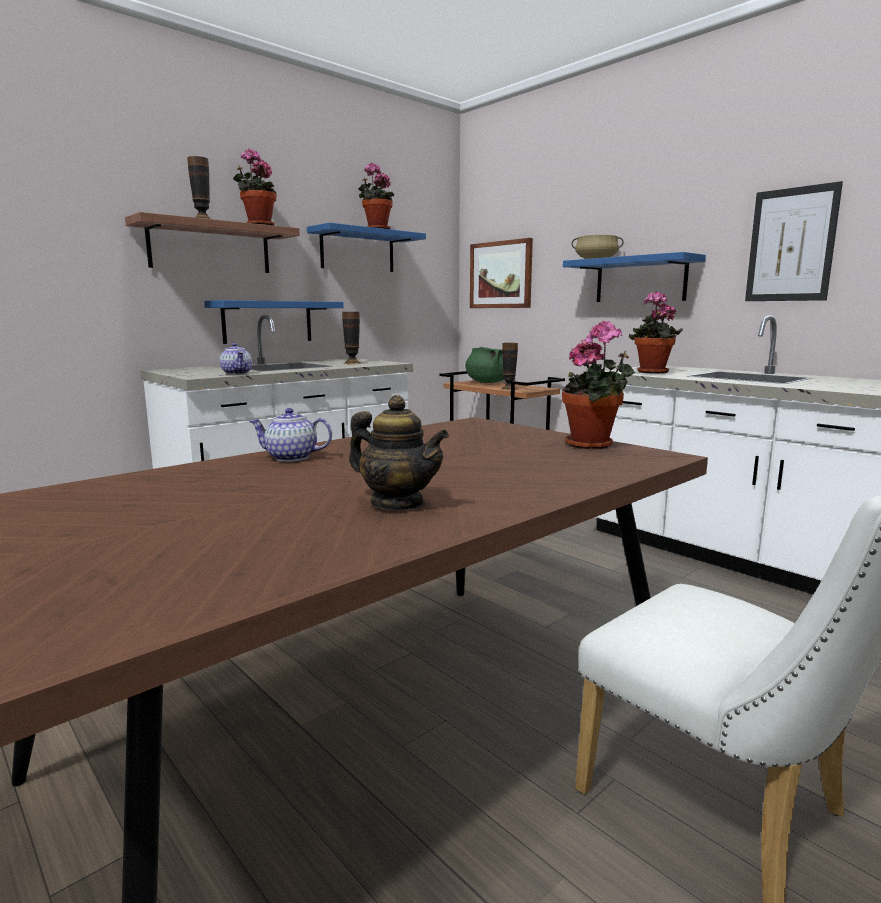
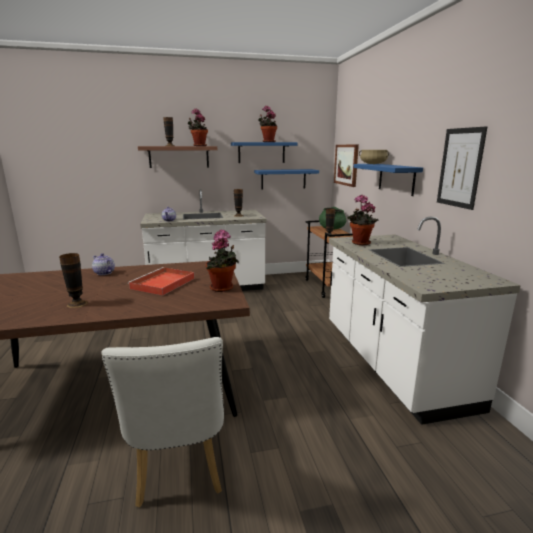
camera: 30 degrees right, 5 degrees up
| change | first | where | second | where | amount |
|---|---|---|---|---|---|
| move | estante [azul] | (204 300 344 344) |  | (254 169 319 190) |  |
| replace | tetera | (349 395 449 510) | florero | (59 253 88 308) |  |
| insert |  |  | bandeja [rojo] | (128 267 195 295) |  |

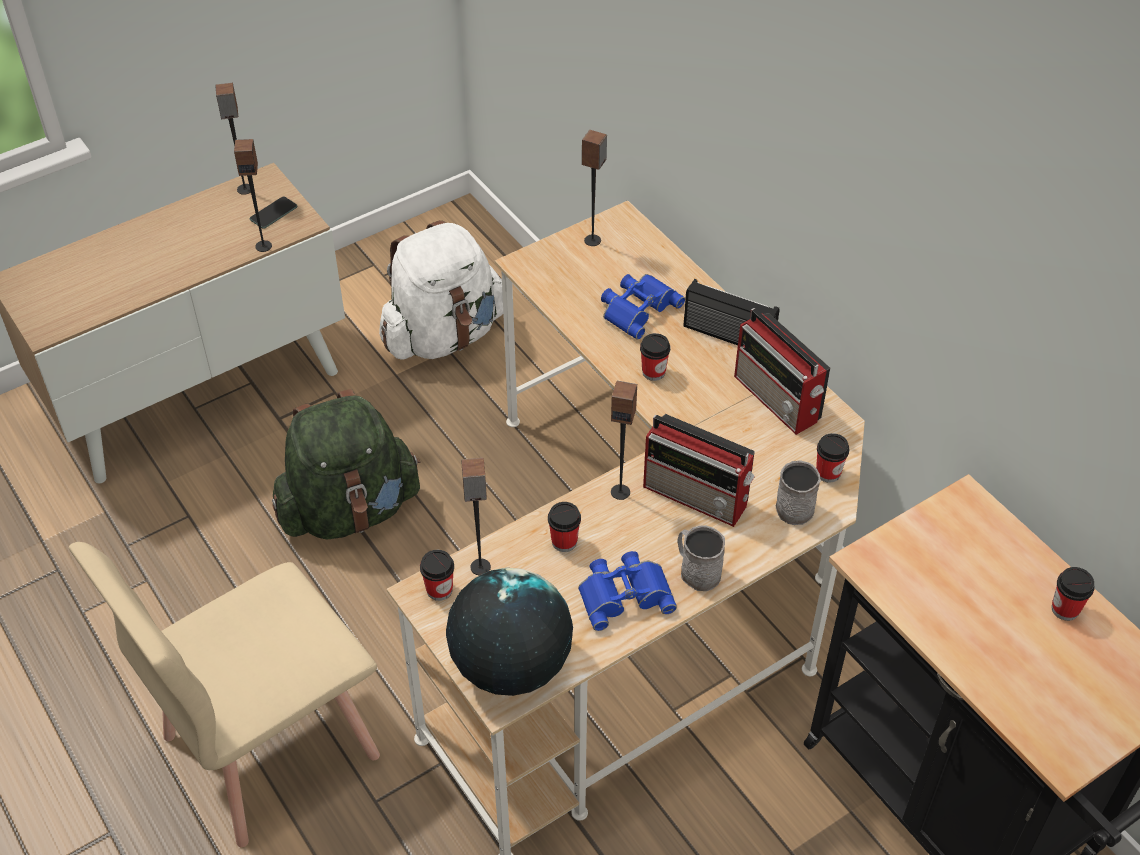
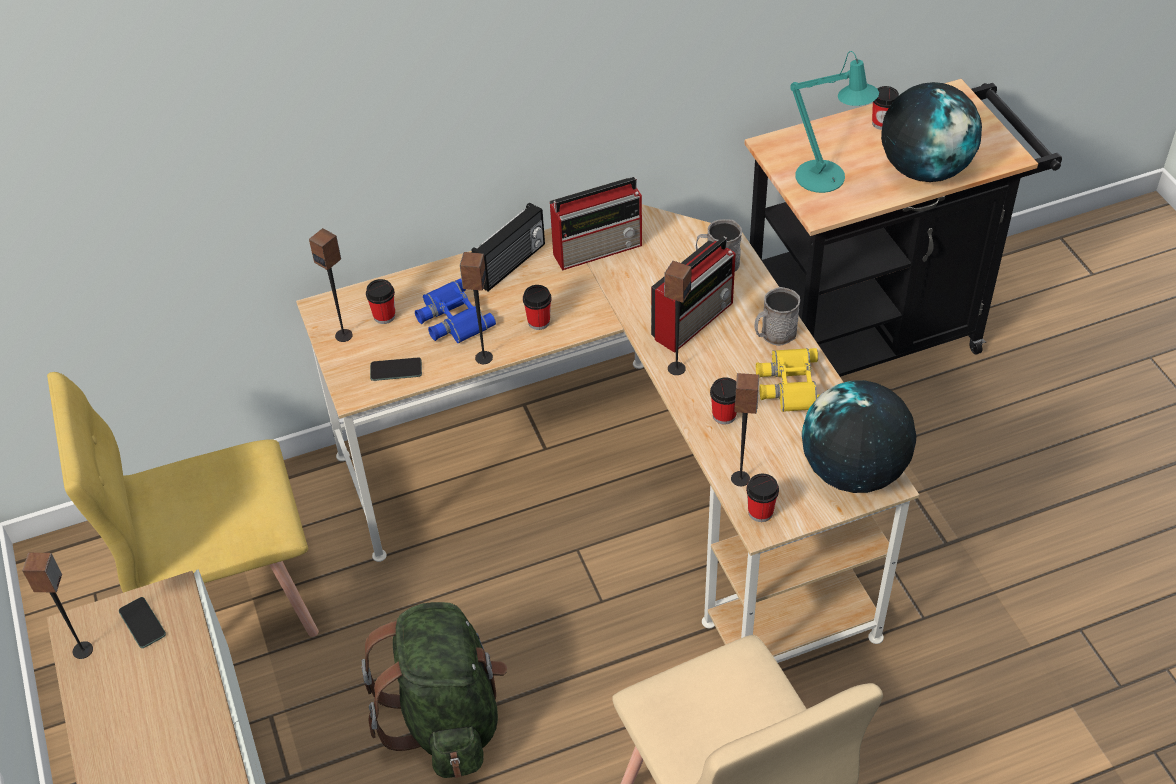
camera: 75 degrees left, 0 degrees up
| change | first | where | second | where | amount |
|---|---|---|---|---|---|
| move | altavoz | (234 139 272 252) |  | (460 252 493 364) |  |
| replace | mochila [blanco] | (379 220 503 360) | silla [amarillo] | (47 372 319 637) |  |
| recolor | prismáticos [azul] | (578 551 677 631) | prismáticos [amarillo] | (756 348 821 412) |  |
| move | taza | (816 433 849 483) |  | (366 279 395 324) |  |
| insert |  |  | móvil | (370 358 422 381) |  |
| insert |  |  | lámpara de mesa [turquesa] | (790 51 879 193) |  |
| insert |  |  | globo terráqueo | (881 82 982 182) |  |

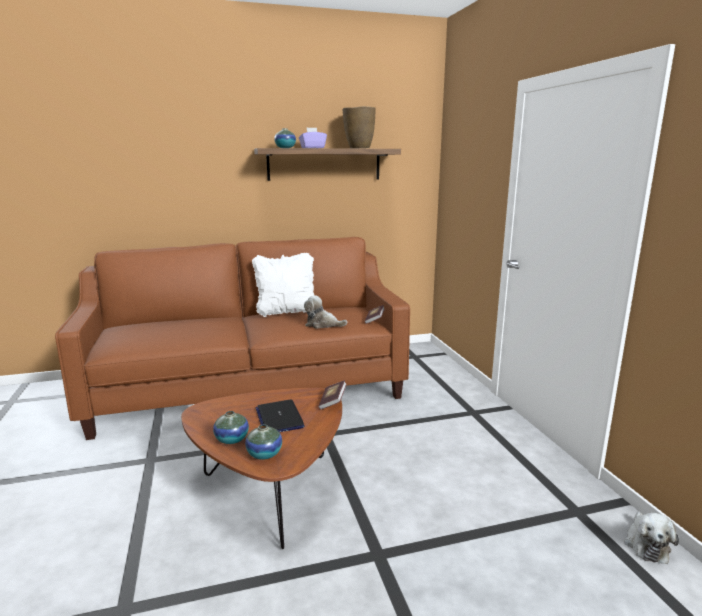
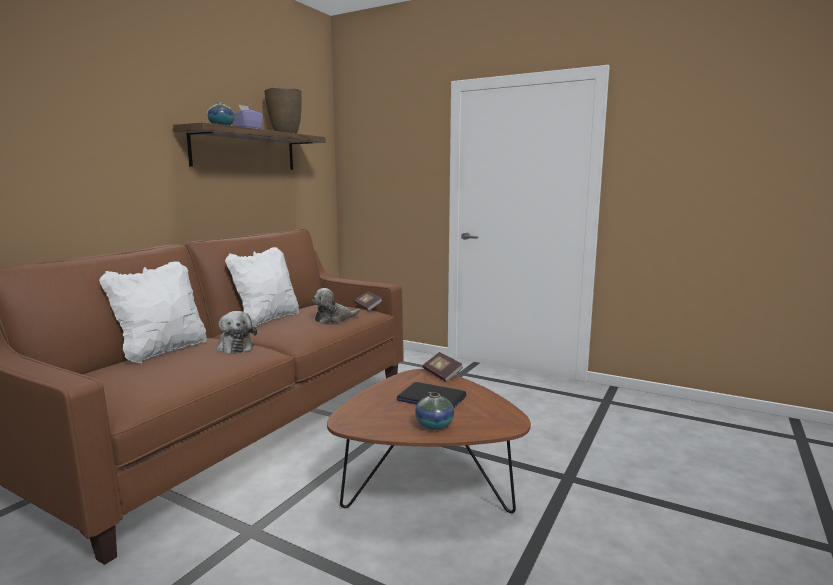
camera: 45 degrees left, 5 degrees down
| change | first | where | second | where | amount |
|---|---|---|---|---|---|
| delete | florero | (245 424 282 460) |  |  |  |
| move | peluche | (624 512 679 564) |  | (216 311 257 354) |  |
| insert |  |  | cojín [blanco] | (99 261 207 363) |  |

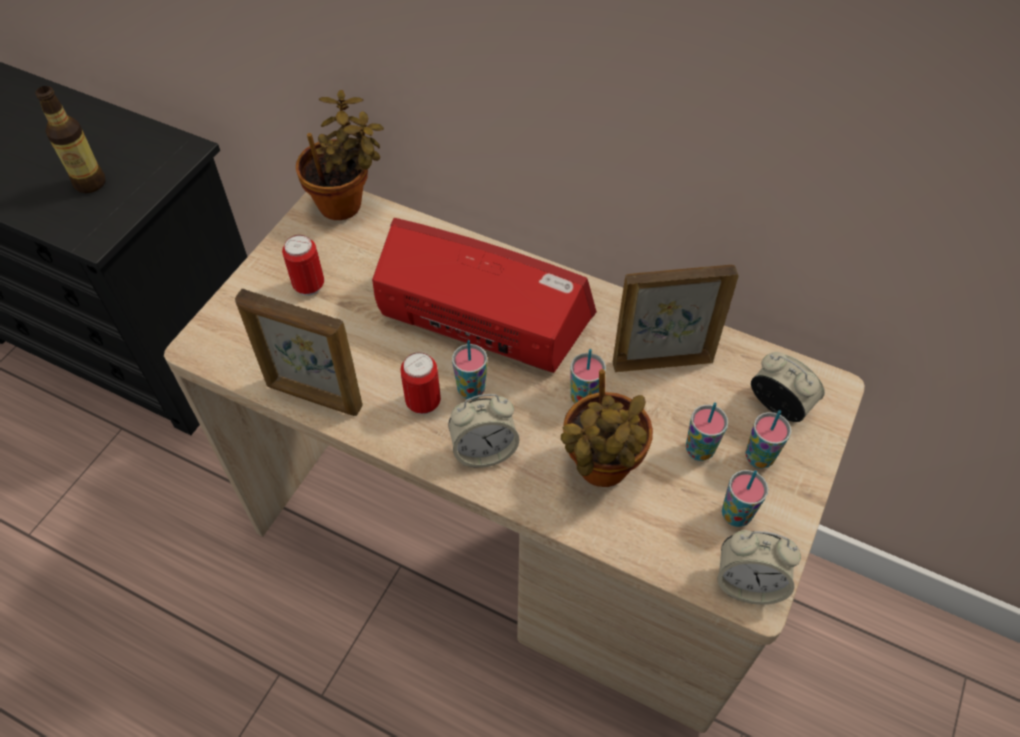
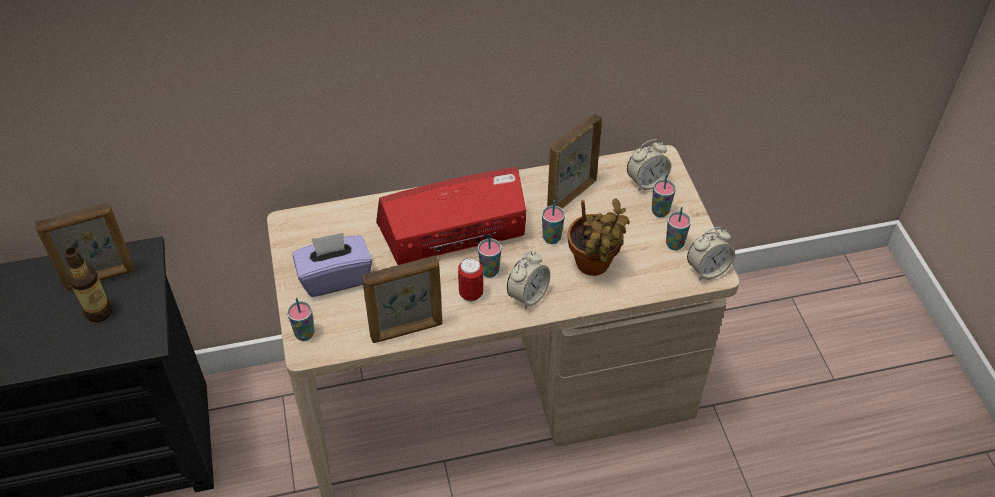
camera: 40 degrees left, 5 degrees down
| change | first | where | second | where | amount |
|---|---|---|---|---|---|
| replace | lata | (282 235 324 296) | caja de pañuelos [morado] | (292 232 372 297) |  |
| delete | planta en maceta | (296 90 384 220) |  |  |  |
| move | taza | (686 402 728 461) |  | (287 298 314 341) |  |
| rotate | despertador | (751 352 825 422) |  | (627 139 671 191) | 150 degrees clockwise |
| insert |  |  | portarretratos | (34 203 135 290) |  |

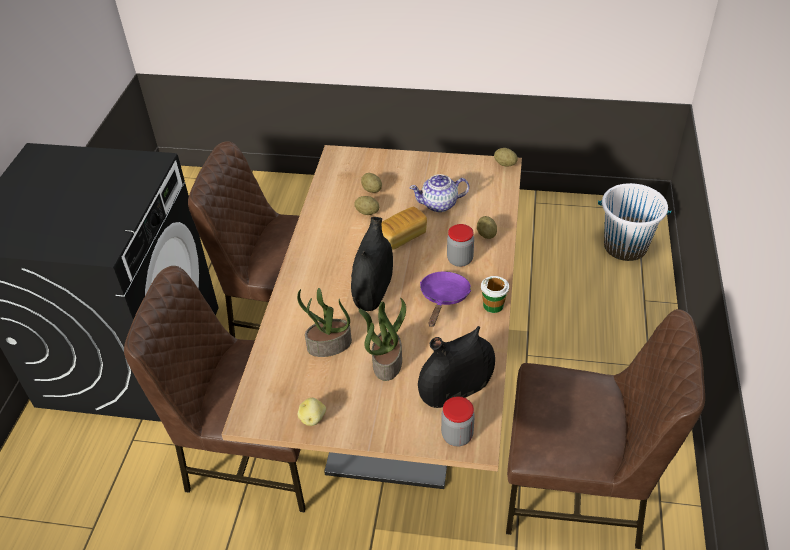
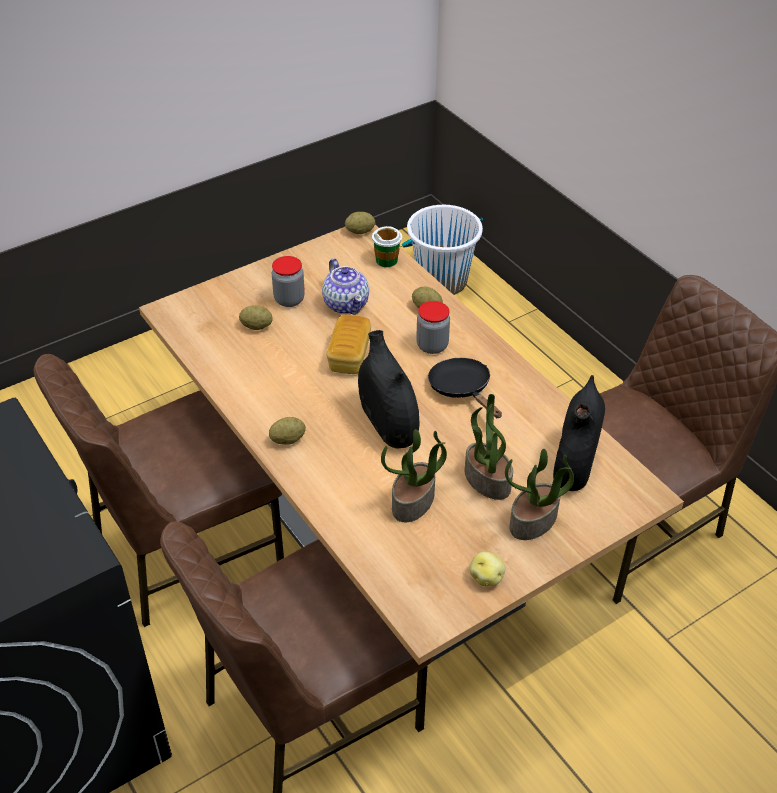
camera: 45 degrees left, 0 degrees up
| change | first | where | second | where | amount |
|---|---|---|---|---|---|
| move | patata | (354 196 379 215) |  | (269 417 306 445) |  |
| rotate | tetera | (409 174 469 212) |  | (322 258 369 315) | 60 degrees counterclockwise |
| recolor | sartén [morado] | (420 271 471 327) | sartén [negro] | (428 358 502 418) |  |
| move | tarro | (441 396 475 446) |  | (272 256 305 307) |  |
| move | taza | (481 276 509 313) |  | (372 226 402 267) |  |
| insert |  |  | planta en maceta | (505 449 574 540) |  |

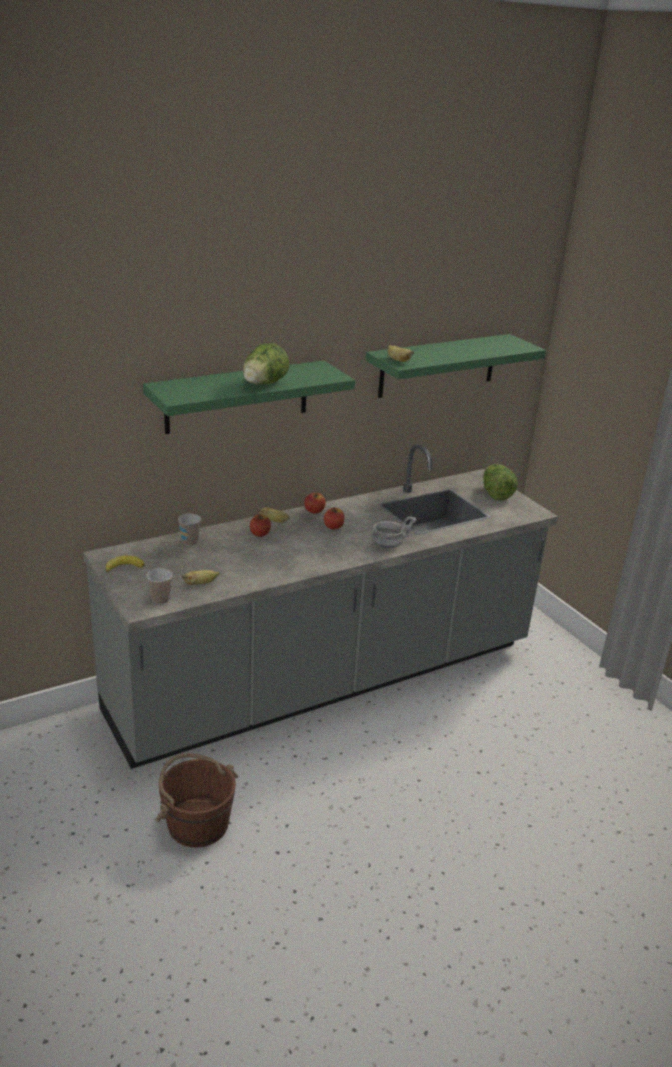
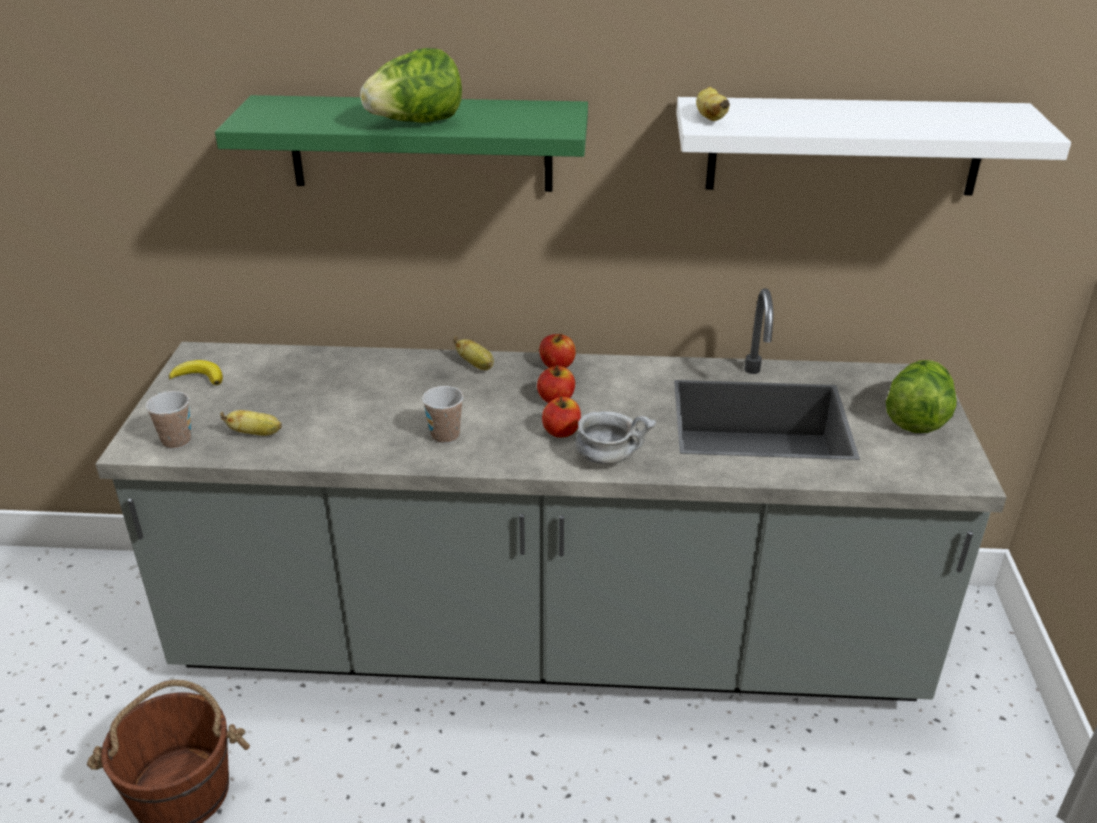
camera: 35 degrees right, 5 degrees up
| change | first | where | second | where | amount |
|---|---|---|---|---|---|
| move | taza | (178 513 201 546) |  | (422 386 464 444) |  |
| move | manzana | (250 514 271 537) |  | (542 397 581 437) |  |
| recolor | estante [verde] | (365 334 546 398) | estante [blanco] | (676 97 1071 195) |  |

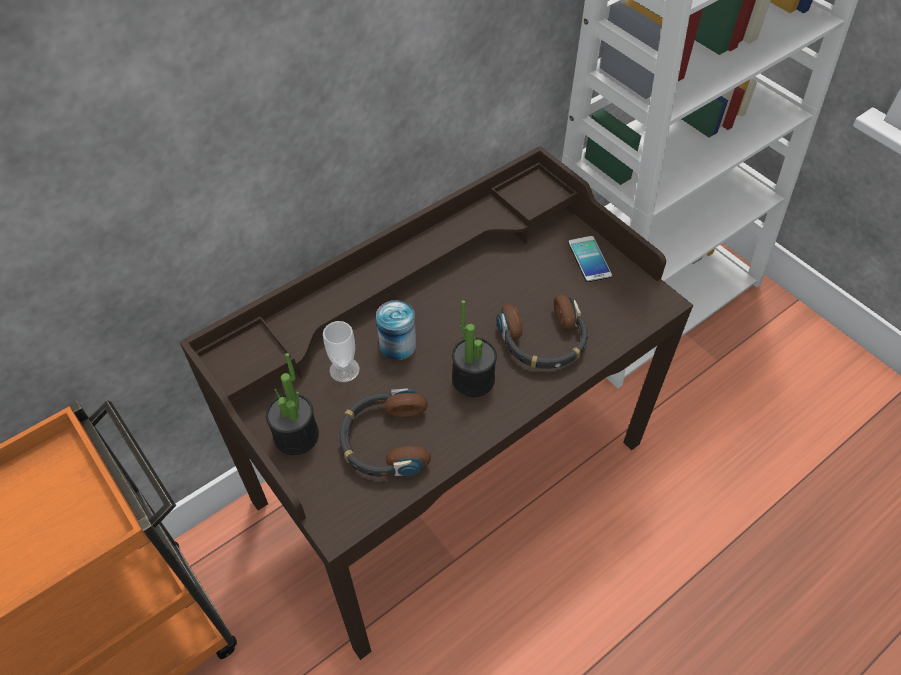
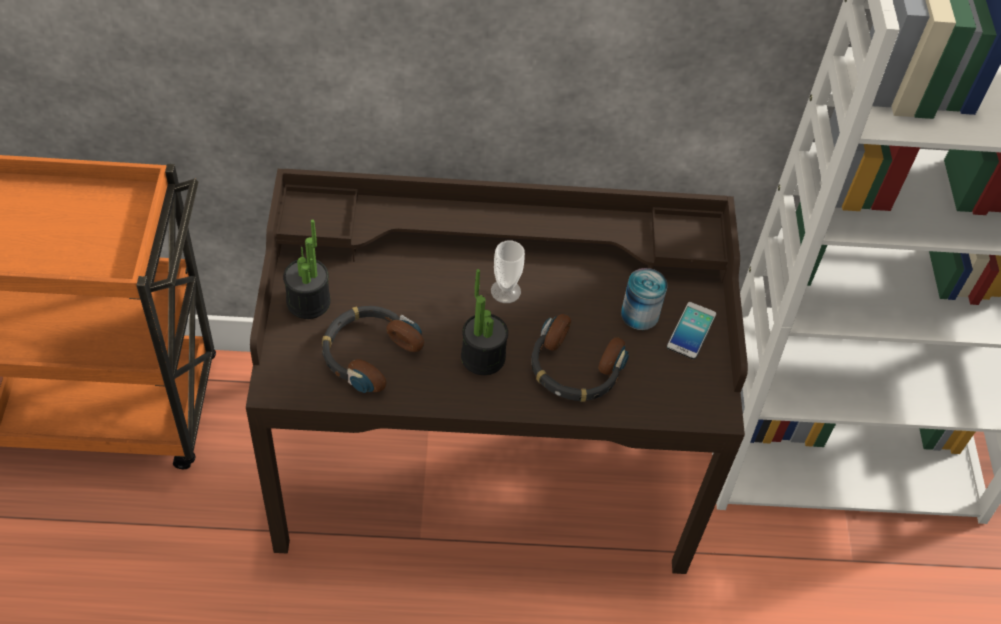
camera: 35 degrees right, 0 degrees up
| change | first | where | second | where | amount |
|---|---|---|---|---|---|
| move | taza | (323 321 360 382) |  | (491 240 525 303) |  |
| move | lata | (376 300 416 360) |  | (621 268 668 330) |  |

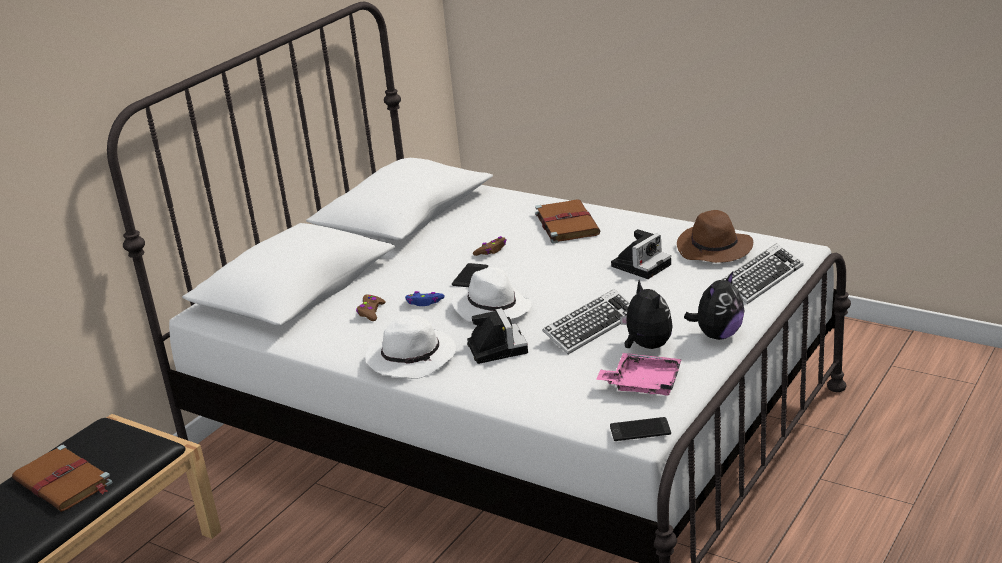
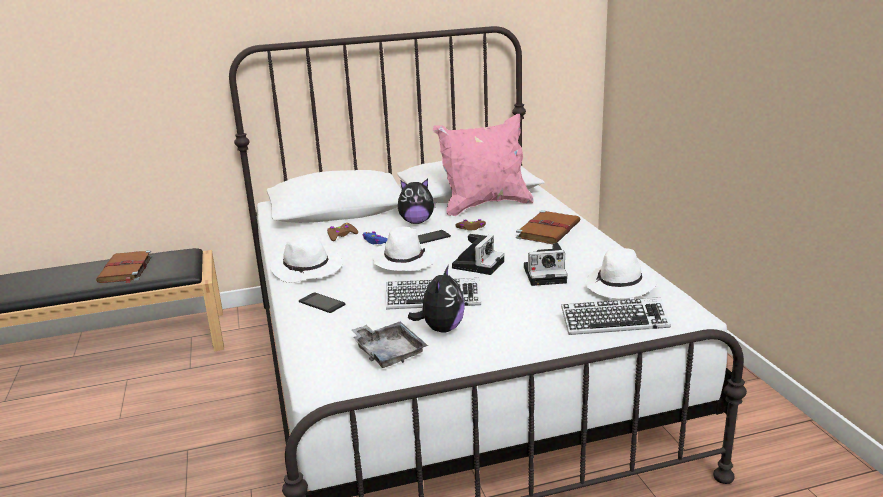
camera: 40 degrees right, 5 degrees down
| change | first | where | second | where | amount |
|---|---|---|---|---|---|
| move | cámara | (467 308 528 364) |  | (452 234 504 275) |  |
| recolor | bandeja [rosa] | (596 353 682 395) | bandeja [gris] | (352 321 428 368) |  |
| move | móvil | (610 417 671 441) |  | (299 292 345 313) |  |
| recolor | sombrero [marrón] | (677 210 754 263) | sombrero [blanco] | (584 248 657 299) |  |
| move | peluche | (684 272 744 340) |  | (398 179 436 224) |  |
| insert |  |  | cojín [rosa] | (433 114 534 216) |  |

